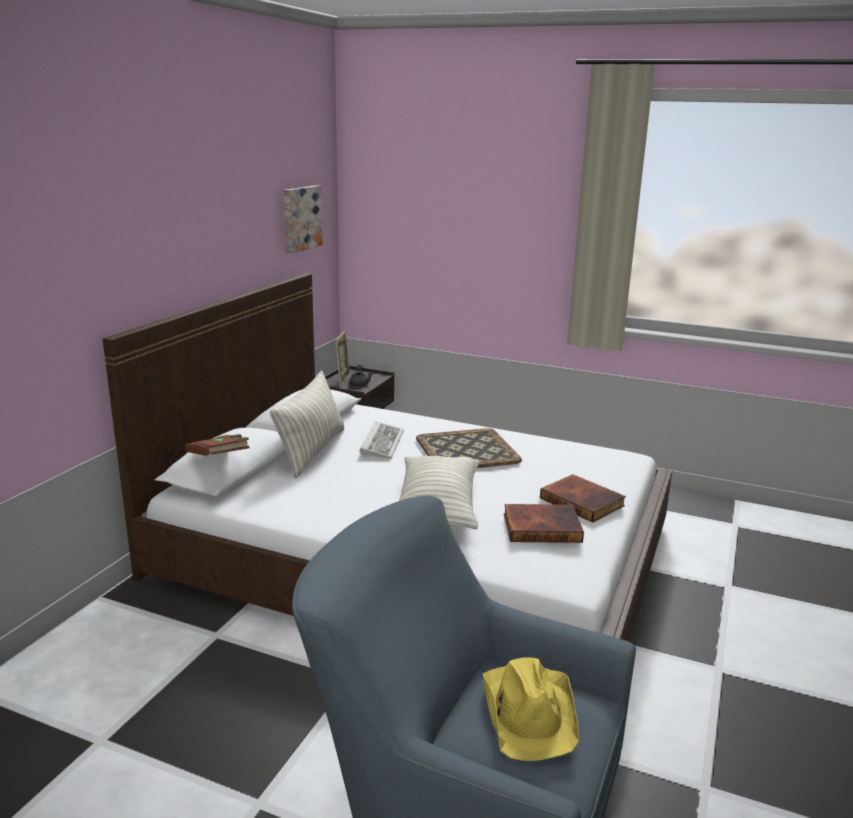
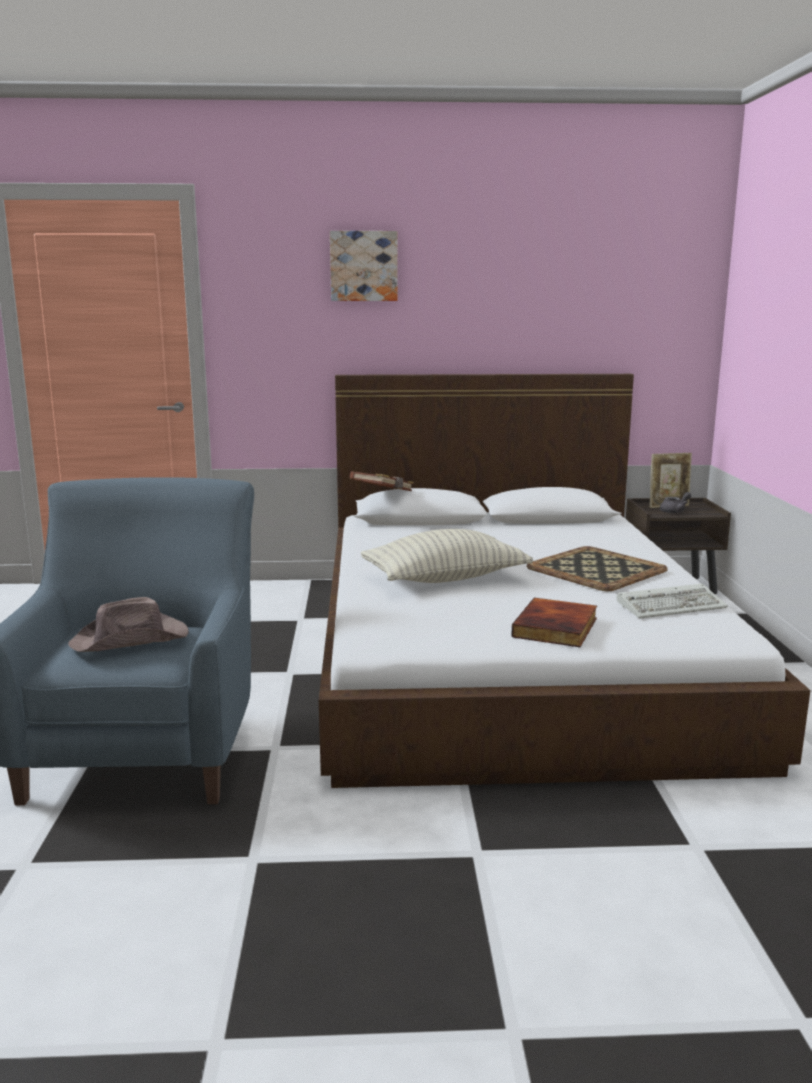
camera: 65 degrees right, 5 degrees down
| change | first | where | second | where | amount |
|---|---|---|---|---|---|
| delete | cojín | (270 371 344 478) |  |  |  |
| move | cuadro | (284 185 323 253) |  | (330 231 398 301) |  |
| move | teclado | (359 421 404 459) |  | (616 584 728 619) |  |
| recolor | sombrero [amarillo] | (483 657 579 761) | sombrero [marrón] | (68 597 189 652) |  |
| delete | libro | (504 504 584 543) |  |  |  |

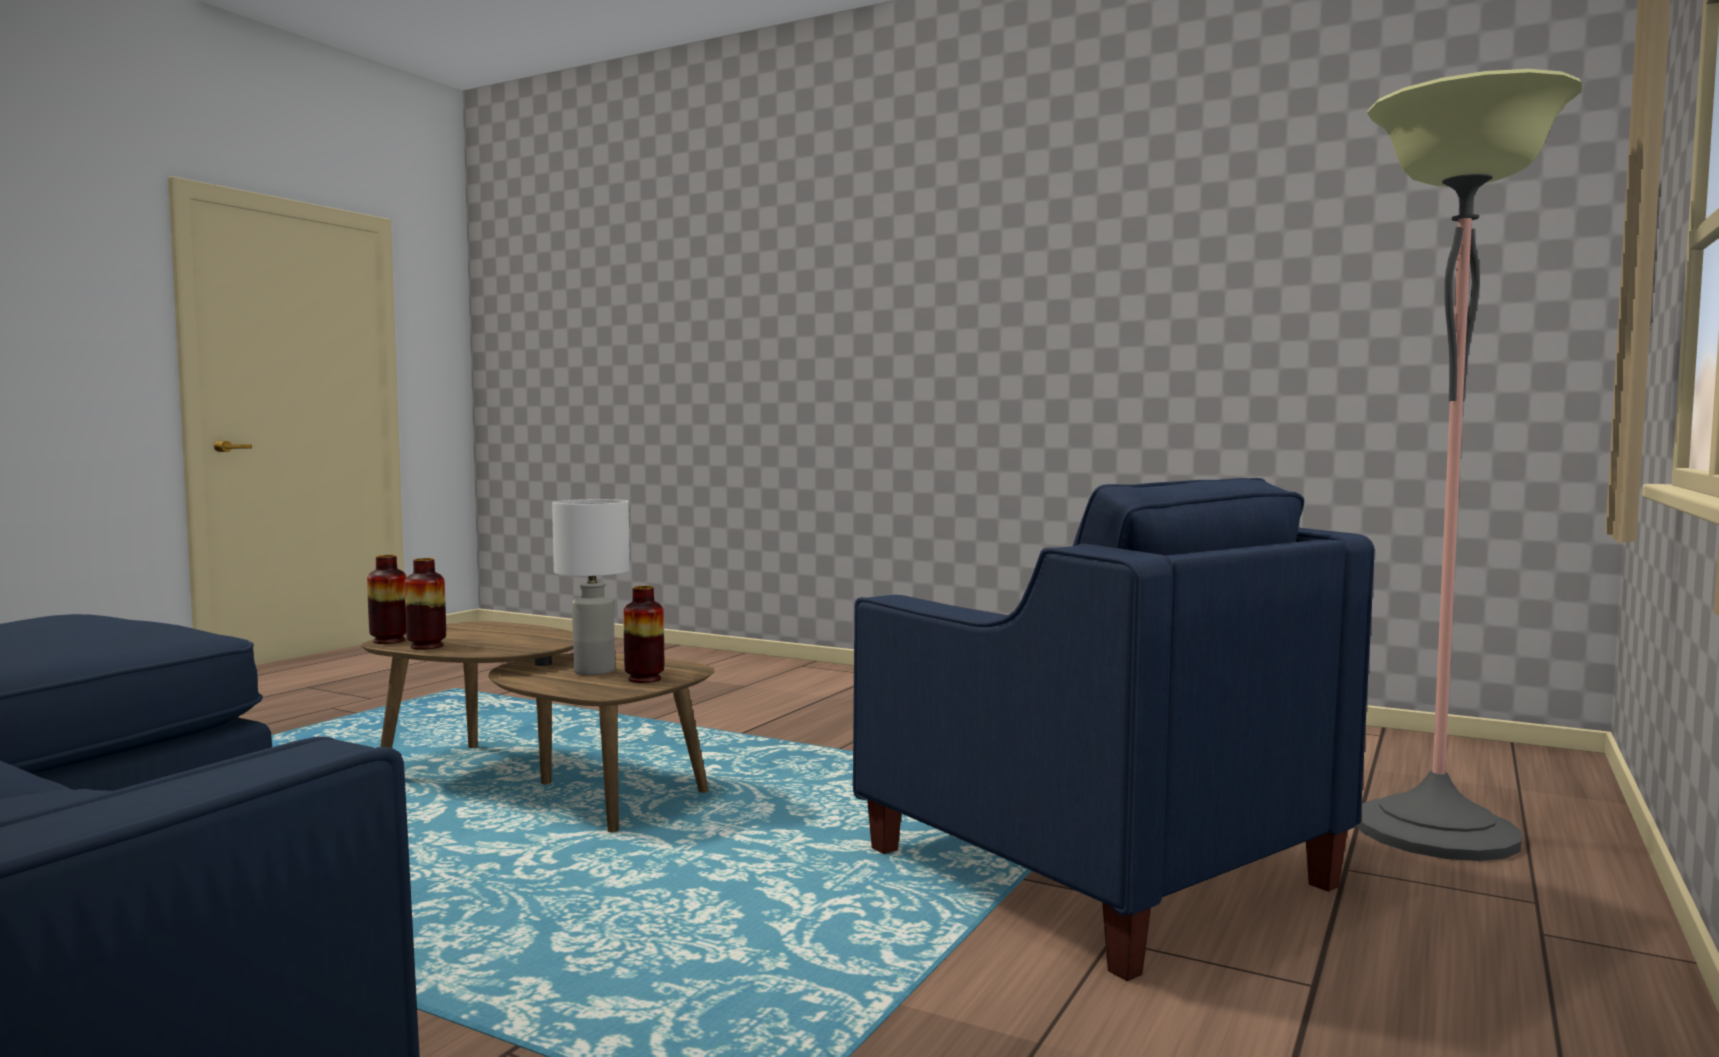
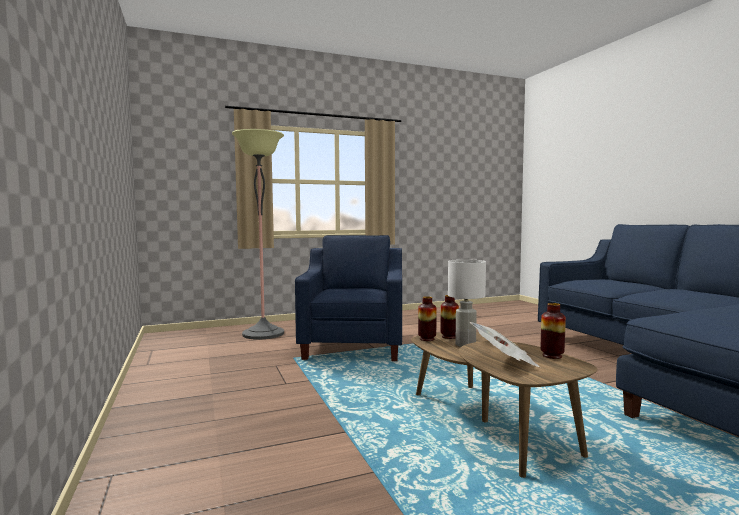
camera: 140 degrees left, 0 degrees up
| change | first | where | second | where | amount |
|---|---|---|---|---|---|
| move | florero | (367 555 407 644) |  | (418 296 437 341) |  |
| insert |  |  | periódico | (470 322 540 367) |  |

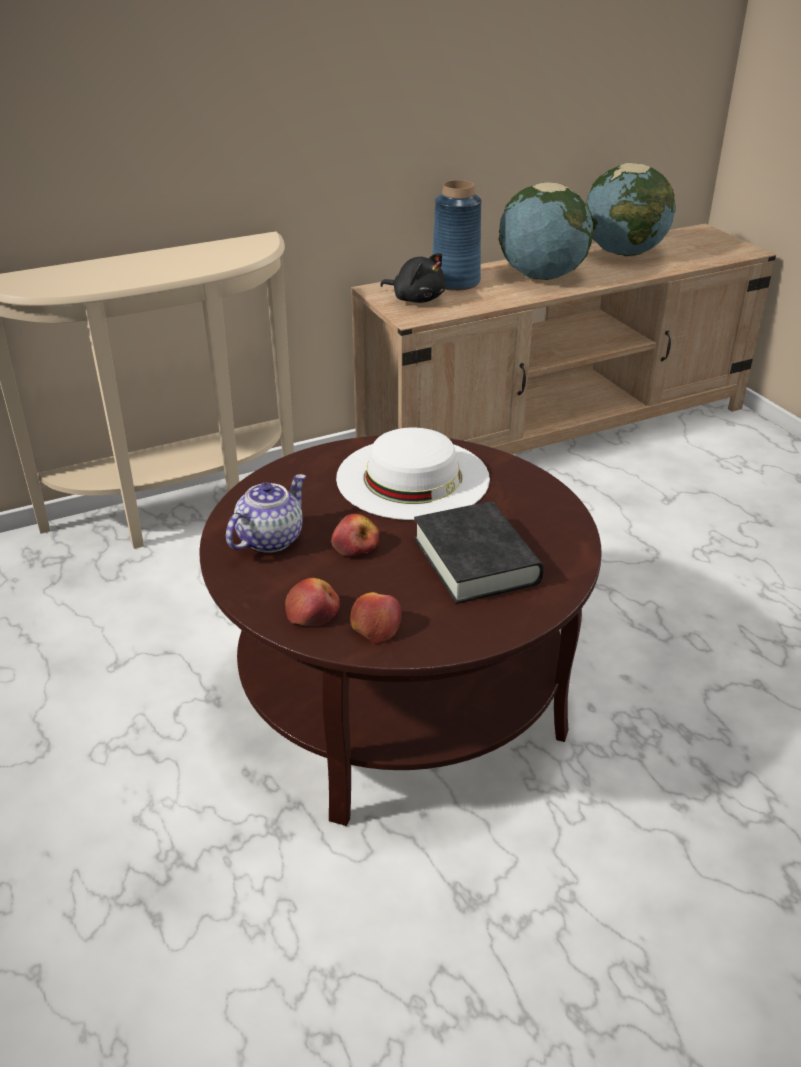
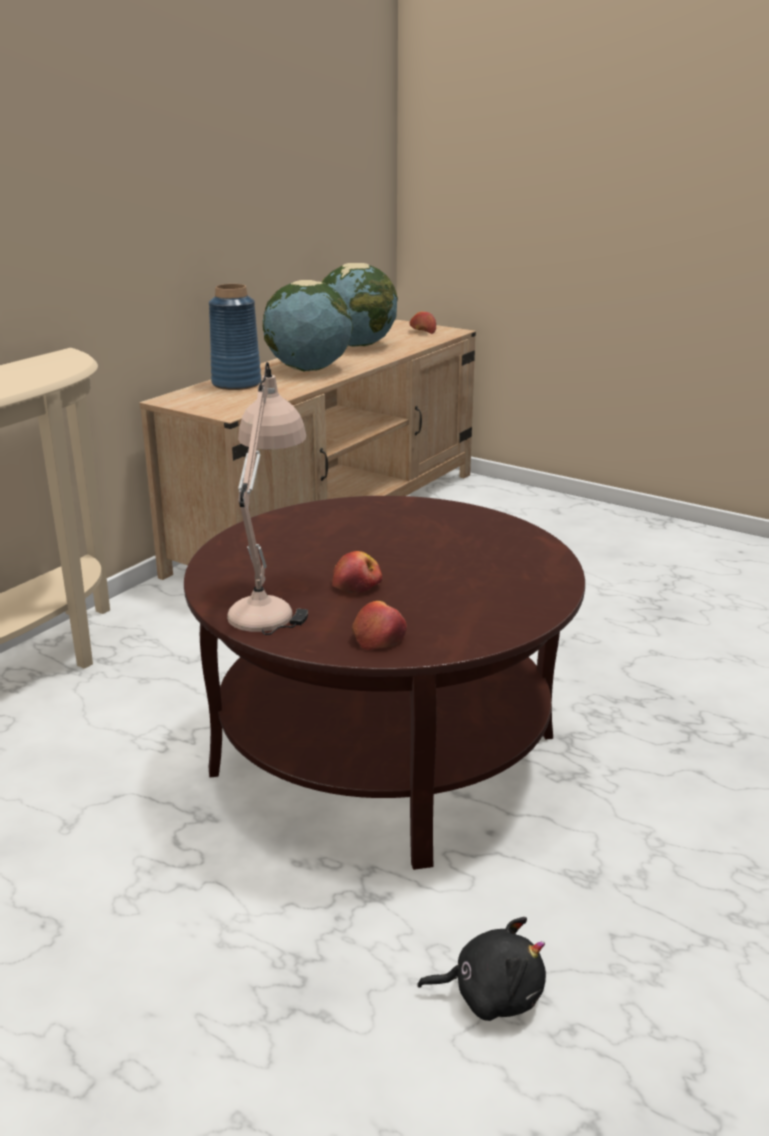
camera: 30 degrees left, 10 degrees down
| change | first | where | second | where | amount |
|---|---|---|---|---|---|
| replace | tetera | (226 474 306 553) | lámpara de mesa [beis] | (227 362 308 635) |  |
| delete | sombrero [blanco] | (336 428 490 520) |  |  |  |
| move | manzana | (350 592 402 644) |  | (410 312 436 334) |  |
| move | peluche [negro] | (380 253 446 303) |  | (417 917 546 1021) |  |
| delete | libro [negro] | (414 501 544 604) |  |  |  |

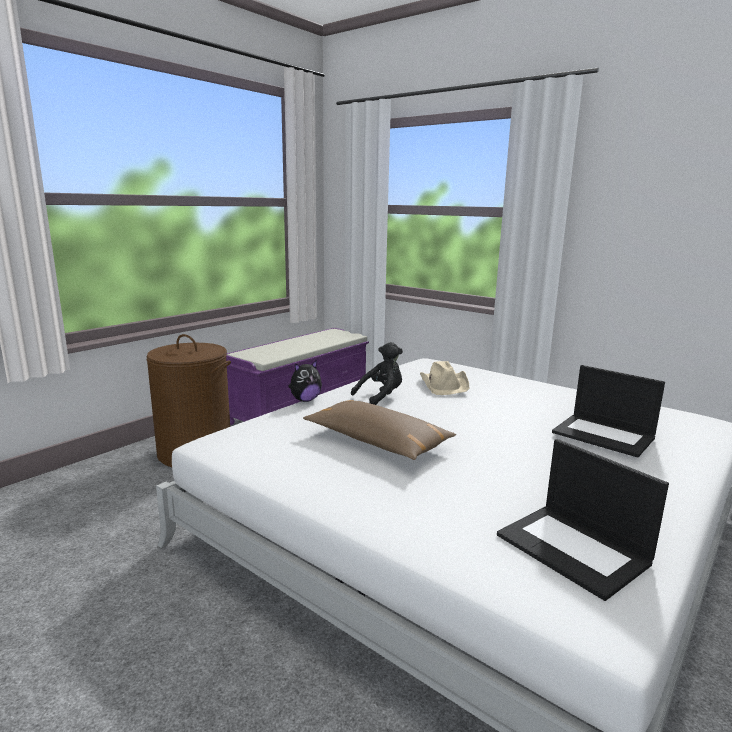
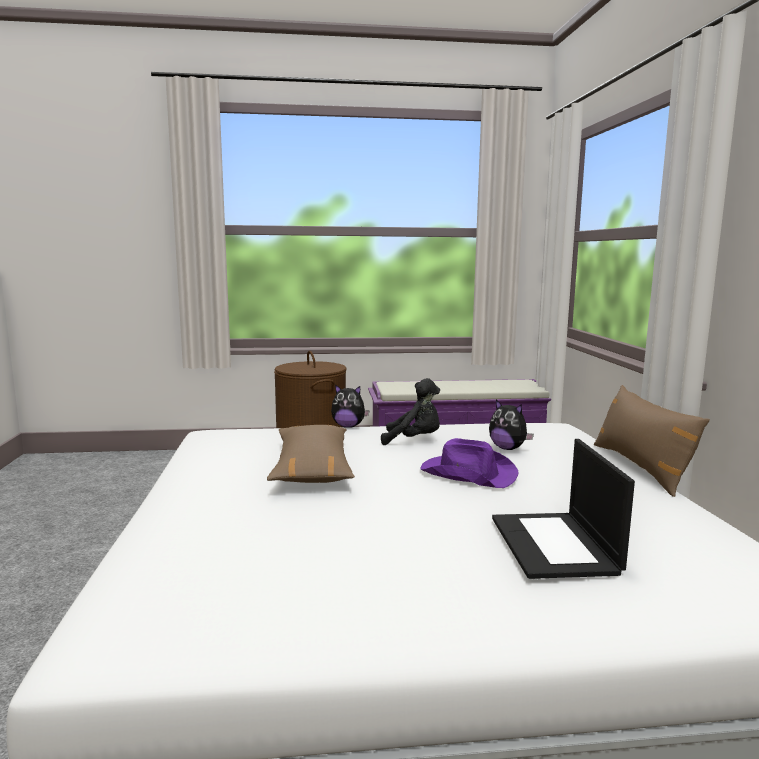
camera: 45 degrees right, 5 degrees down
| change | first | where | second | where | amount |
|---|---|---|---|---|---|
| replace | sombrero [beis] | (420 361 469 395) | peluche | (489 400 534 450) |  |
| delete | portátil | (497 439 669 601) |  |  |  |
| insert |  |  | sombrero [morado] | (420 438 519 488) |  |
| insert |  |  | cojín [marrón] | (594 385 710 497) |  |

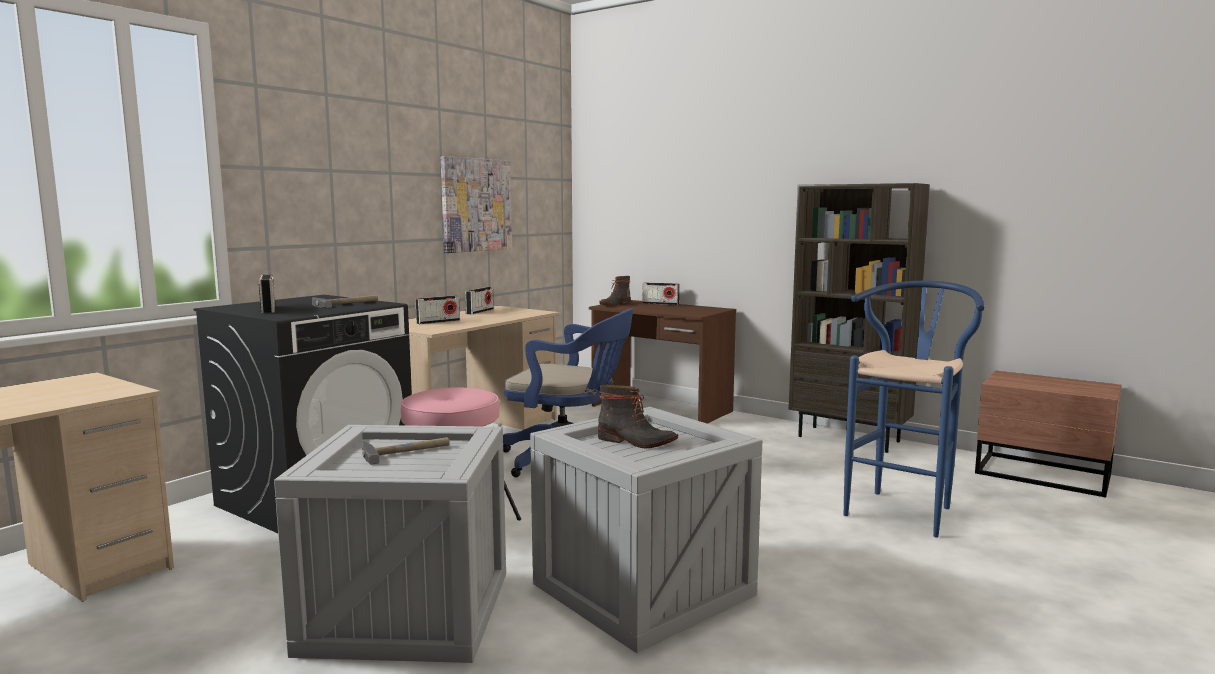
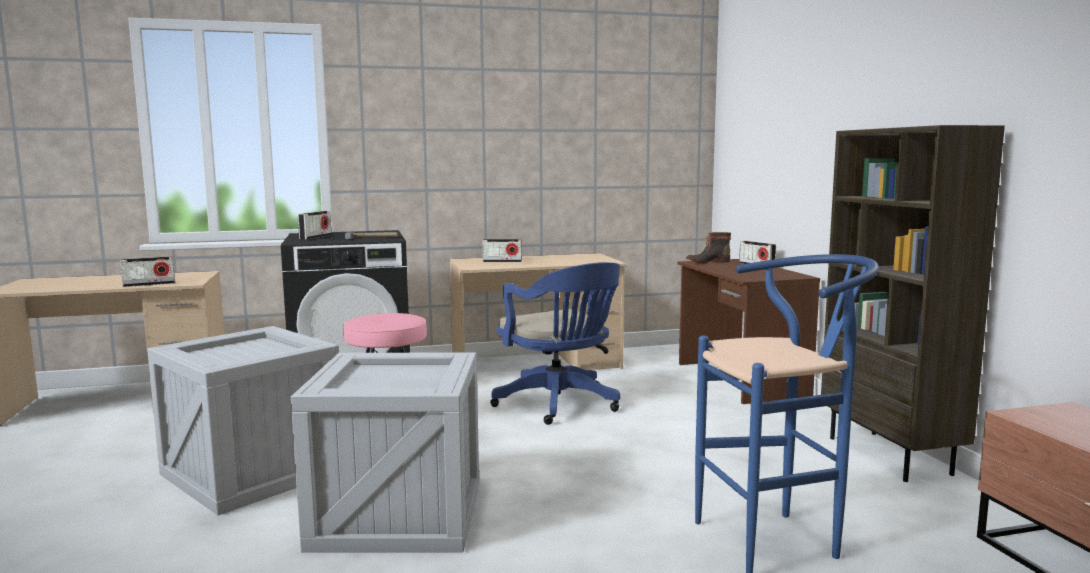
camera: 40 degrees right, 0 degrees up
| change | first | where | second | where | amount |
|---|---|---|---|---|---|
| delete | martillo | (362 437 450 465) |  |  |  |
| delete | cuadro | (441 156 512 253) |  |  |  |
| move | radio | (465 287 494 314) |  | (120 256 175 287) |  |
| delete | bota | (598 385 678 448) |  |  |  |

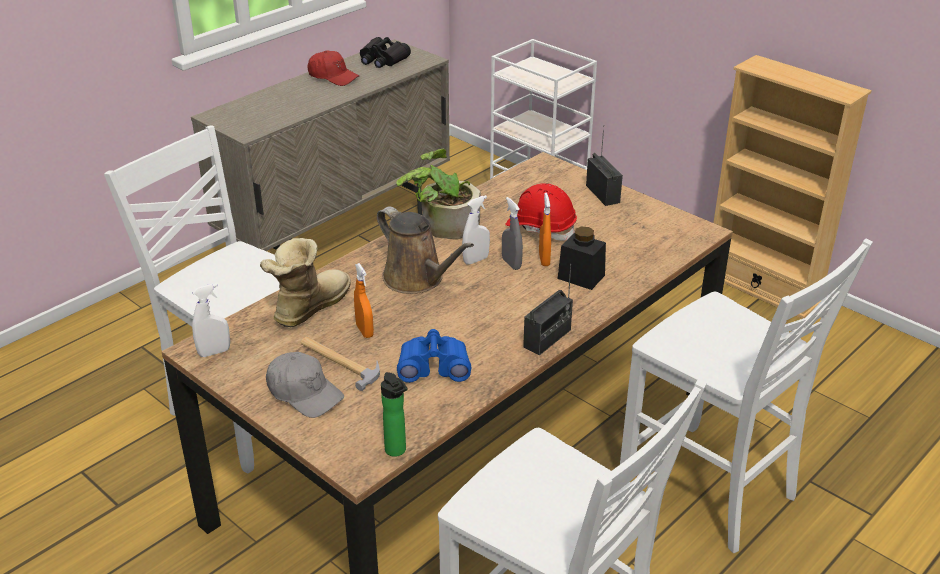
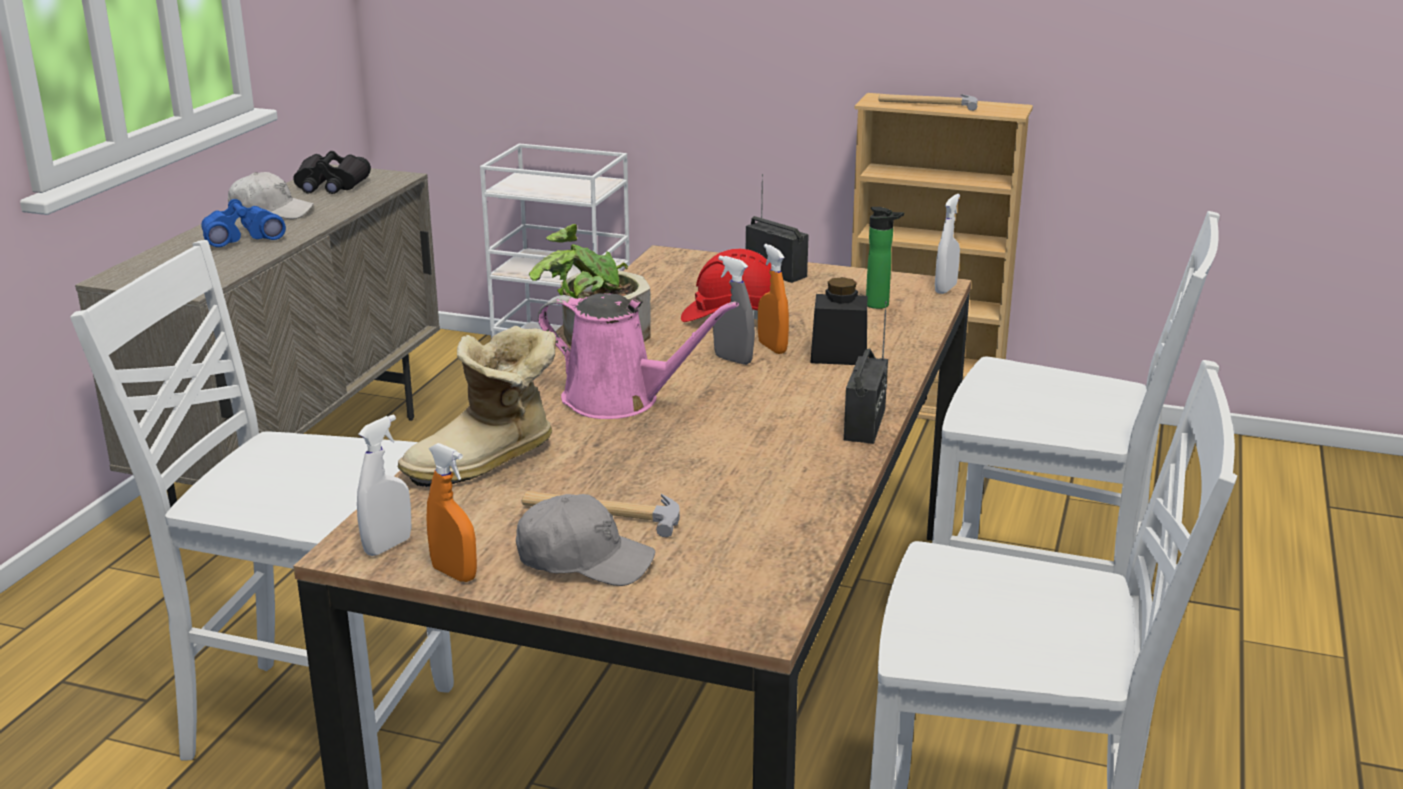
camera: 25 degrees left, 10 degrees down
| change | first | where | second | where | amount |
|---|---|---|---|---|---|
| rotate | bota | (260 238 351 327) |  | (398 326 556 487) | 135 degrees counterclockwise |
| recolor | gorra [rojo] | (307 51 359 86) | gorra [blanco] | (228 172 314 219) |  |
| move | pulverizador [naranja] | (354 263 374 338) |  | (427 443 477 582) |  |
| recolor | regadera [marrón] | (377 206 474 294) | regadera [rosa] | (538 293 739 419) |  |
| move | botella | (381 372 407 457) |  | (866 207 904 309) |  |
| move | prismáticos [azul] | (397 329 472 383) |  | (201 199 286 247) |  |
| move | pulverizador [blanco] | (462 195 490 265) |  | (935 194 960 294) |  |
| insert |  |  | martillo | (878 94 978 111) |  |

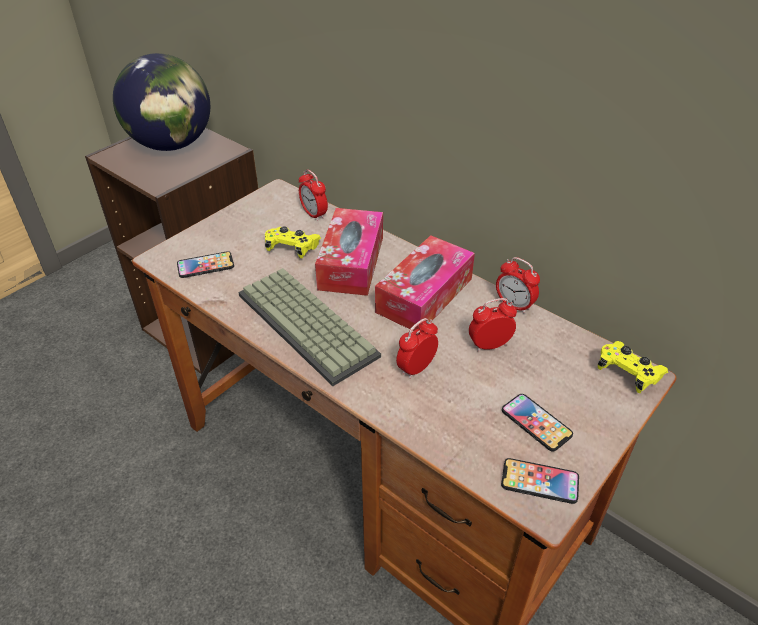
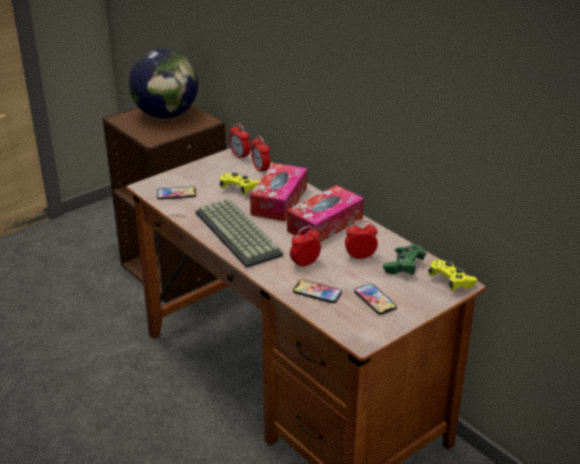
camera: 10 degrees right, 10 degrees down
| change | first | where | second | where | amount |
|---|---|---|---|---|---|
| move | despertador | (496 257 540 314) |  | (229 123 251 160) |  |
| move | móvil | (501 458 579 504) |  | (293 279 342 303) |  |
| insert |  |  | mando de consola [verde] | (383 244 426 275) |  |

